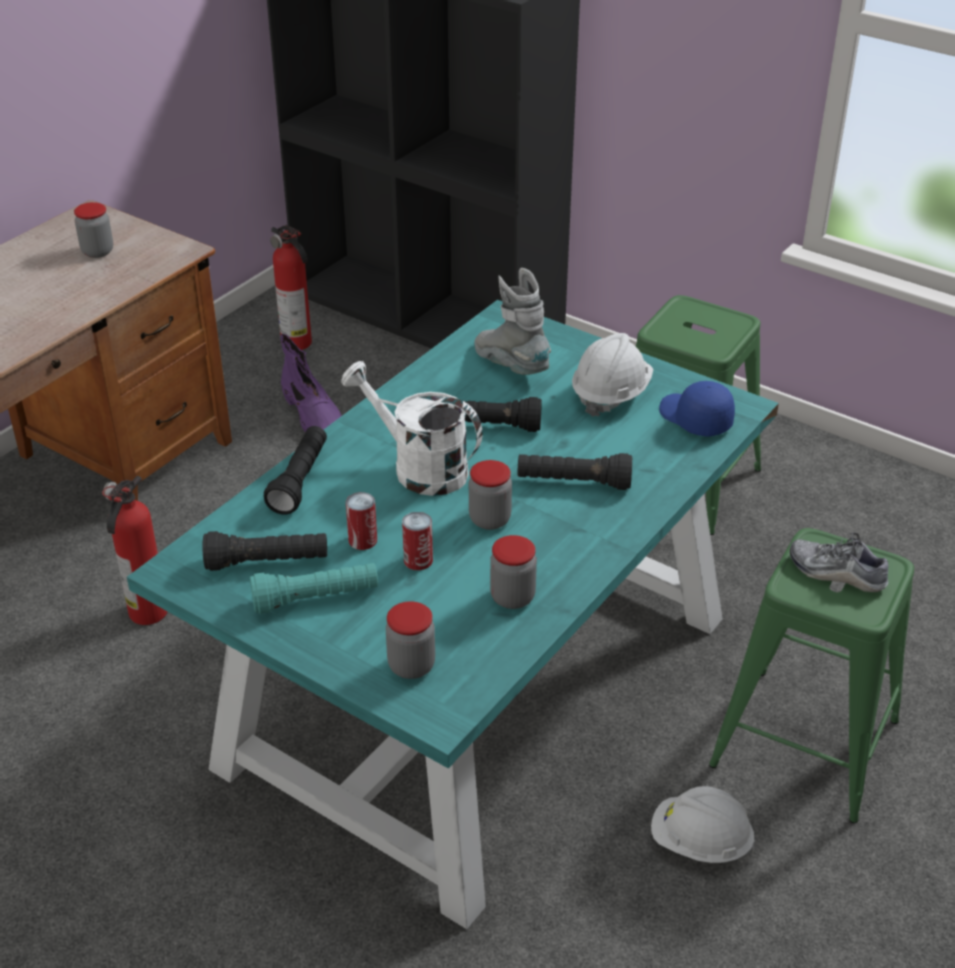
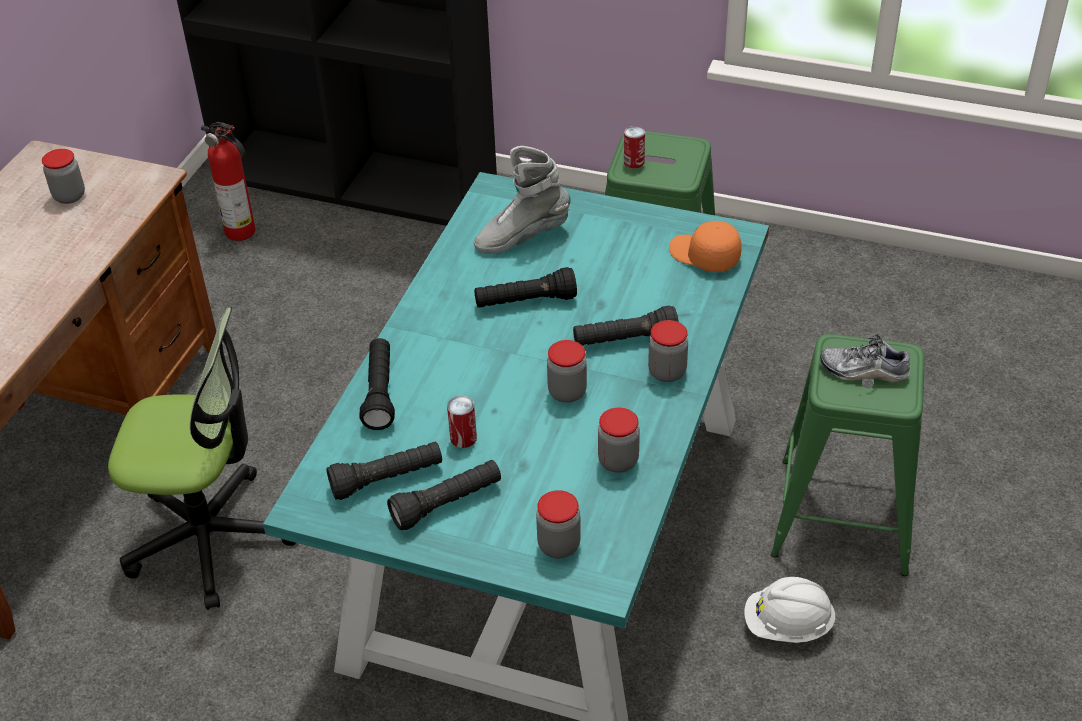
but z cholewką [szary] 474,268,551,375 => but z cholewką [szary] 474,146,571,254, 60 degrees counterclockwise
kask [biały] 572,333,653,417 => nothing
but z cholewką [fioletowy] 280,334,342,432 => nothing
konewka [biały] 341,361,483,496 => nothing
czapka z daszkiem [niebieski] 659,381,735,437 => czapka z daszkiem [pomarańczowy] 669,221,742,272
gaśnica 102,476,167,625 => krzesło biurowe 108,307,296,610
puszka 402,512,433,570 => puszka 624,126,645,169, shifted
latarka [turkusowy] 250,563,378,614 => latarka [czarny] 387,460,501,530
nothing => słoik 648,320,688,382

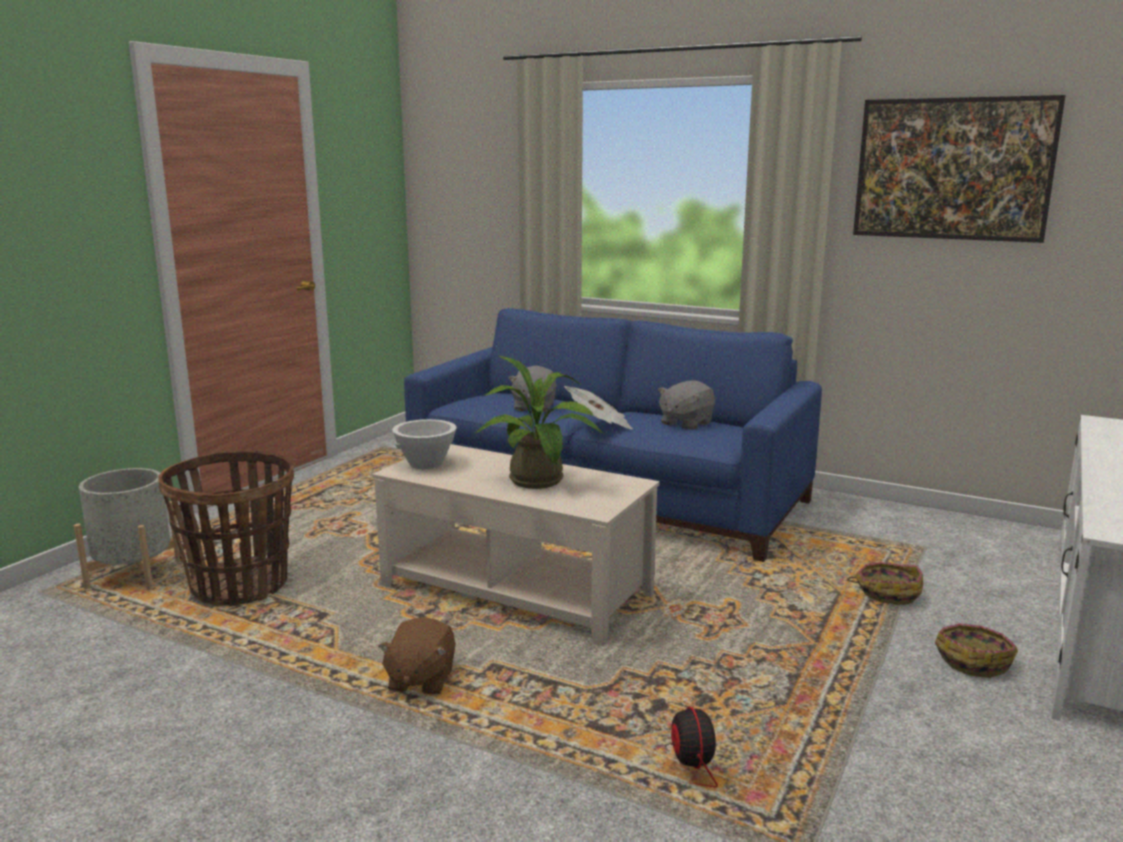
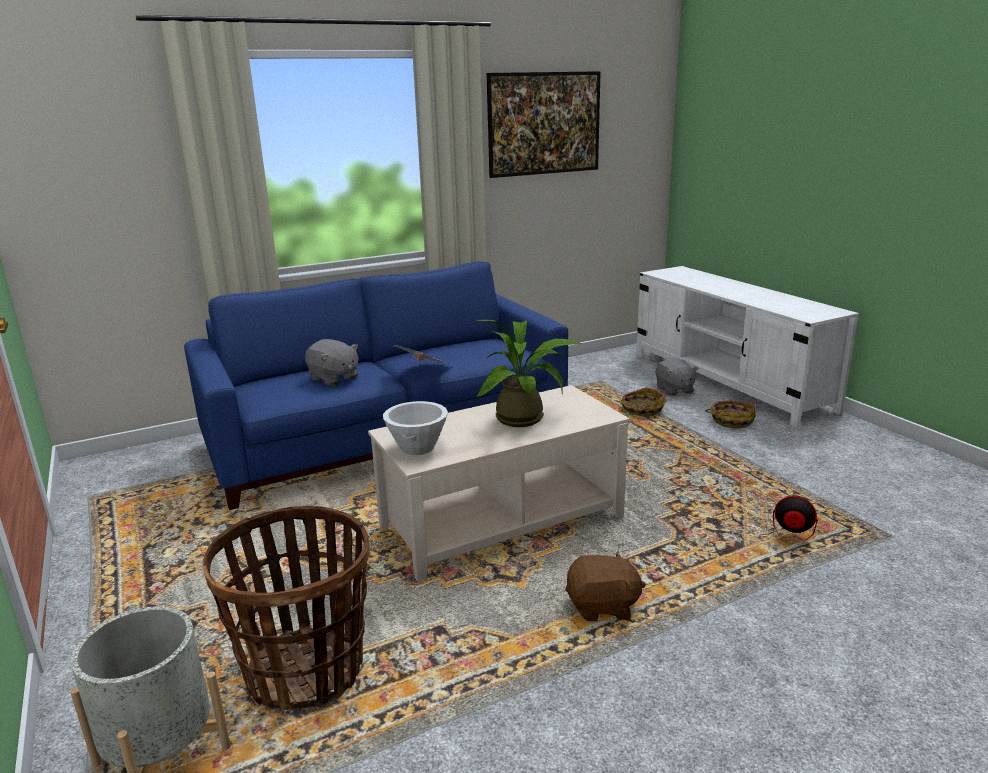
pluszak [szary] 658,380,715,430 => pluszak [szary] 656,358,699,396, shifted
pluszak [brązowy] 378,617,456,695 => pluszak [brązowy] 565,550,646,621, 45 degrees counterclockwise

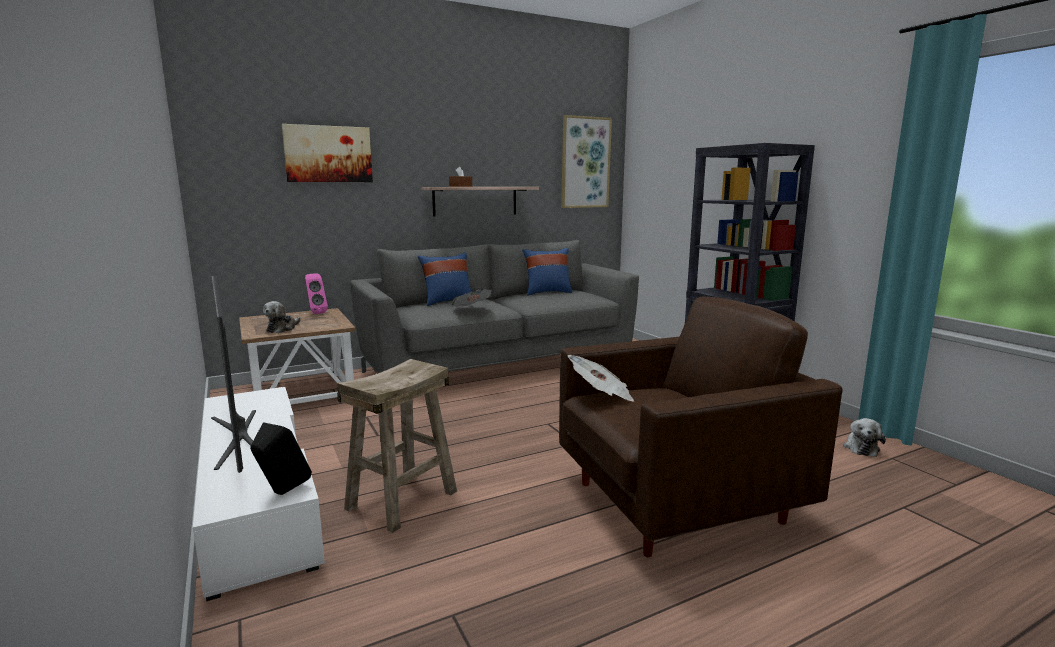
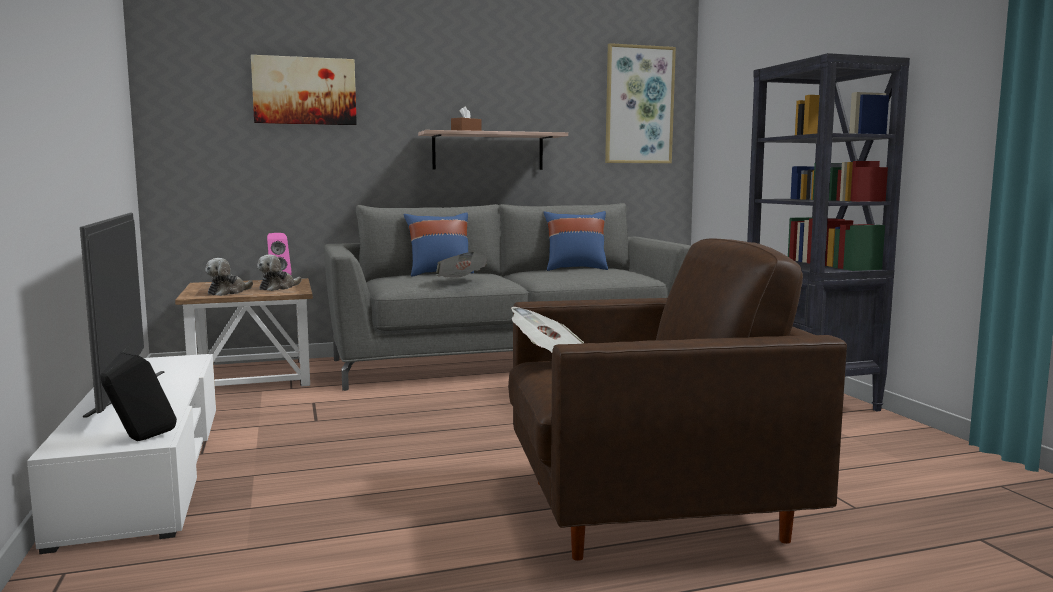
stołek [beżowy] 337,359,457,533 => nothing
pluszak 843,418,886,457 => pluszak 257,254,301,291, shifted

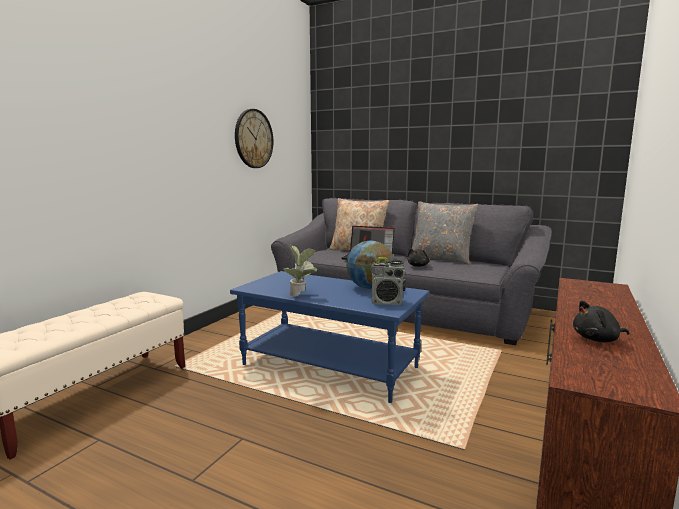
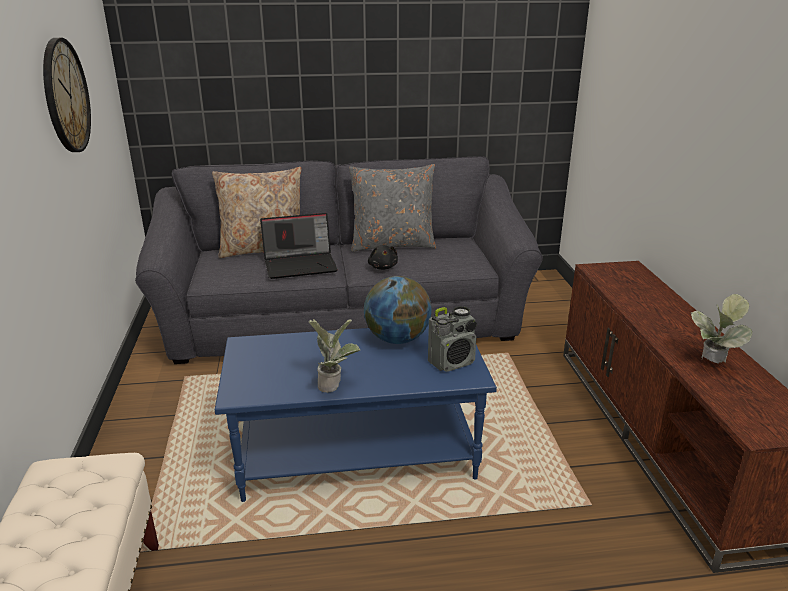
pluszak [czarny] 573,301,629,342 => roślina doniczkowa 691,294,752,364

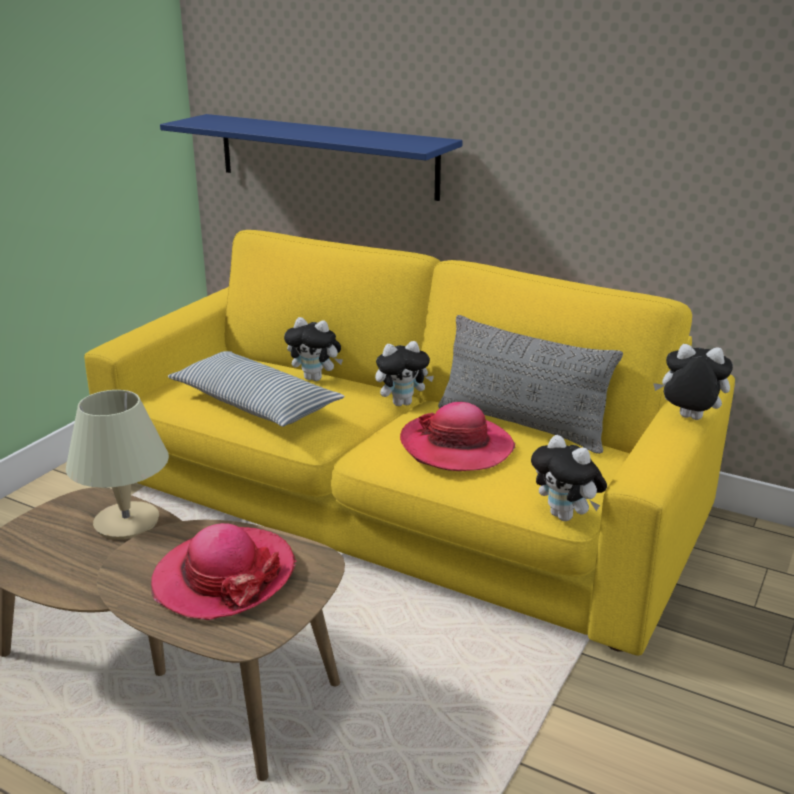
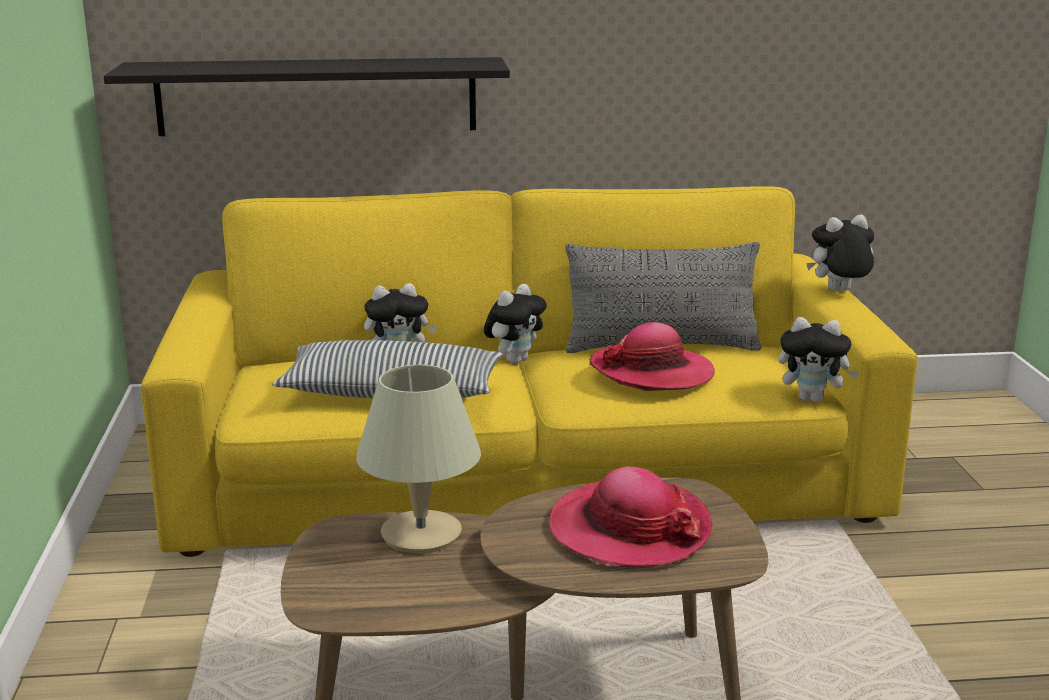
półka [niebieski] 160,114,462,201 => półka [czarny] 104,57,510,136

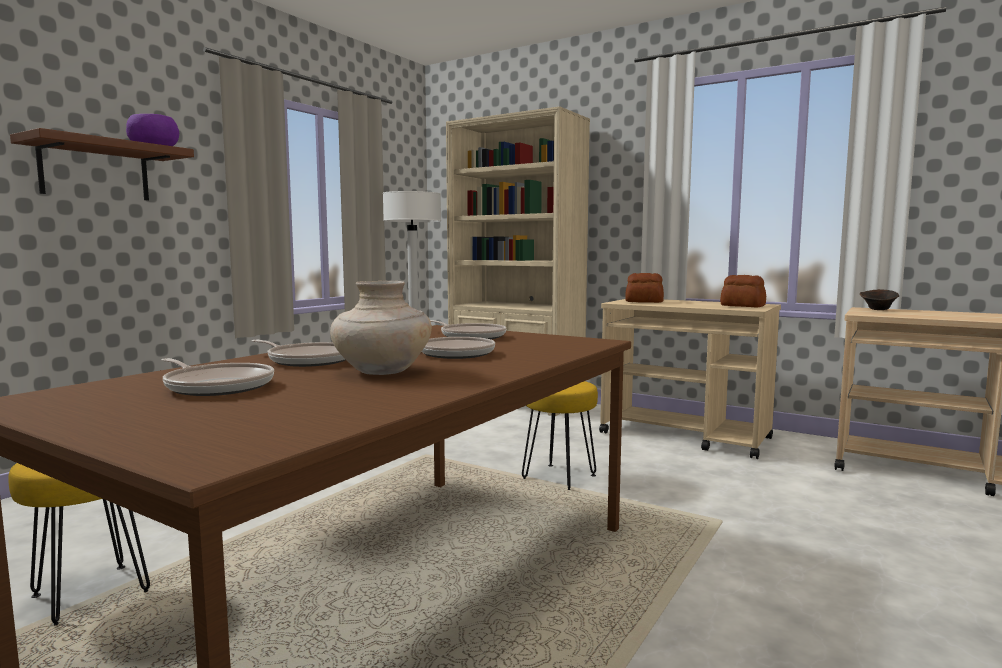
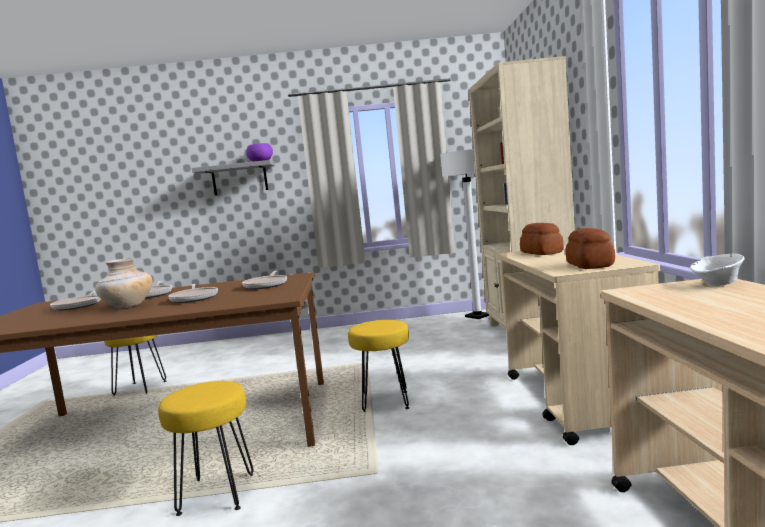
półka [brązowy] 10,128,194,200 => półka [szary] 192,160,275,195
miska [brązowy] 860,289,899,310 => miska [biały] 690,253,745,286
nothing => stołek [żółty] 158,381,254,516

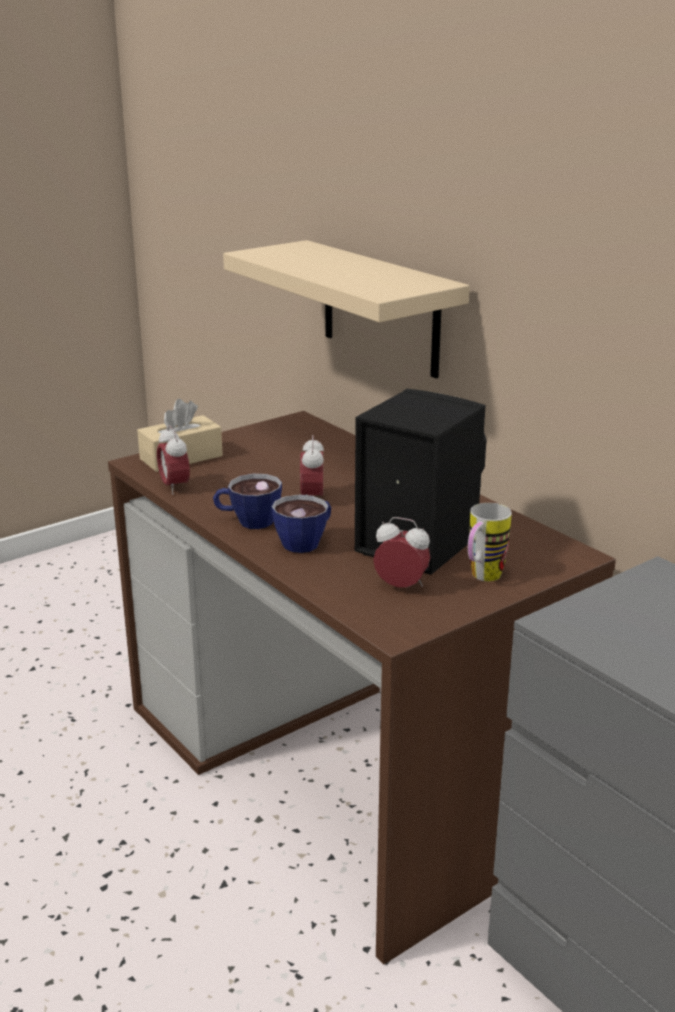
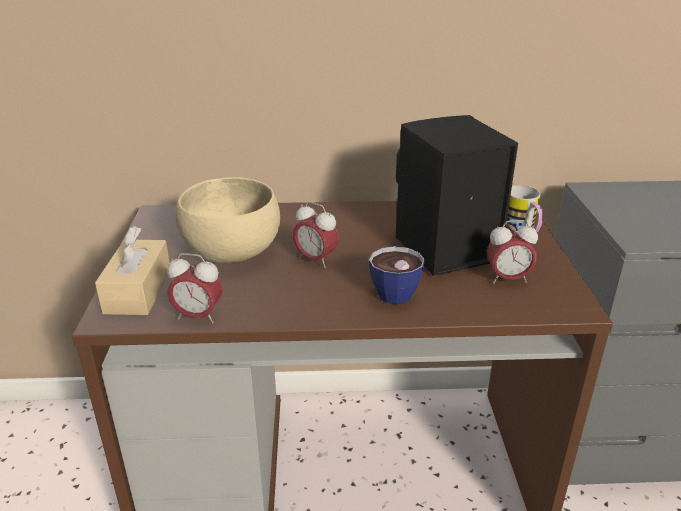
półka [beżowy] 223,240,470,378 => nothing
filiżanka 213,474,282,529 => nothing
budzik 373,517,430,587 => budzik 487,220,538,284, 150 degrees counterclockwise
nothing => miska [beżowy] 175,177,280,263

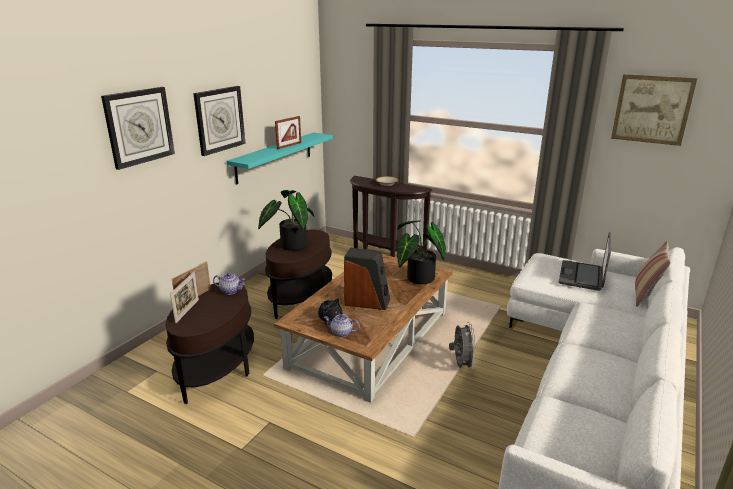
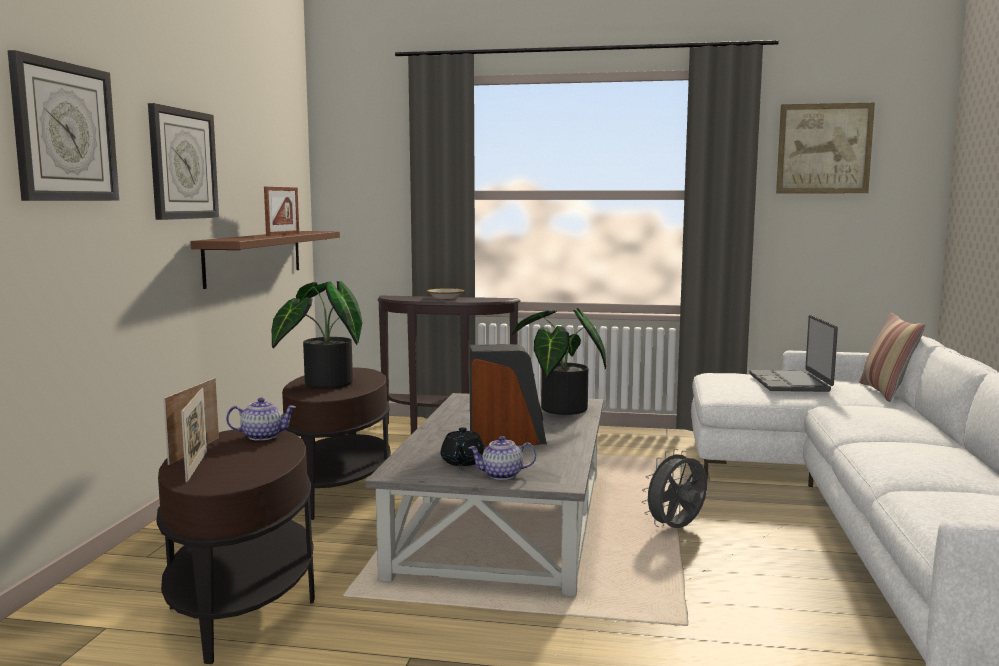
półka [turkusowy] 227,133,333,184 => półka [brązowy] 191,231,340,289
ława [brązowy] 274,254,453,403 => ława [szary] 366,393,604,596
wentylator [szary] 449,322,476,370 => wentylator [szary] 642,449,707,528, 105 degrees counterclockwise

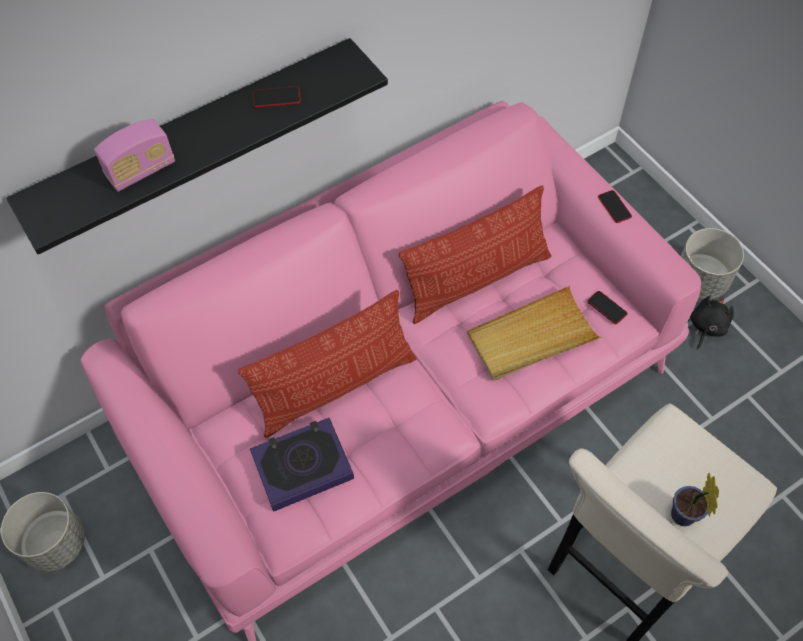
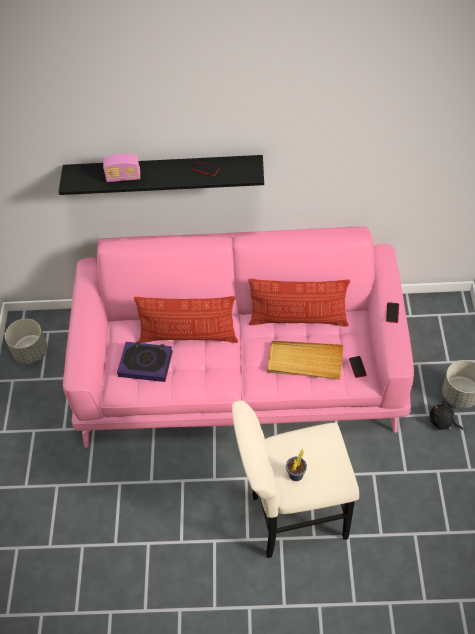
pluszak [czarny] 691,296,734,349 => pluszak [czarny] 430,401,463,430, 120 degrees counterclockwise

